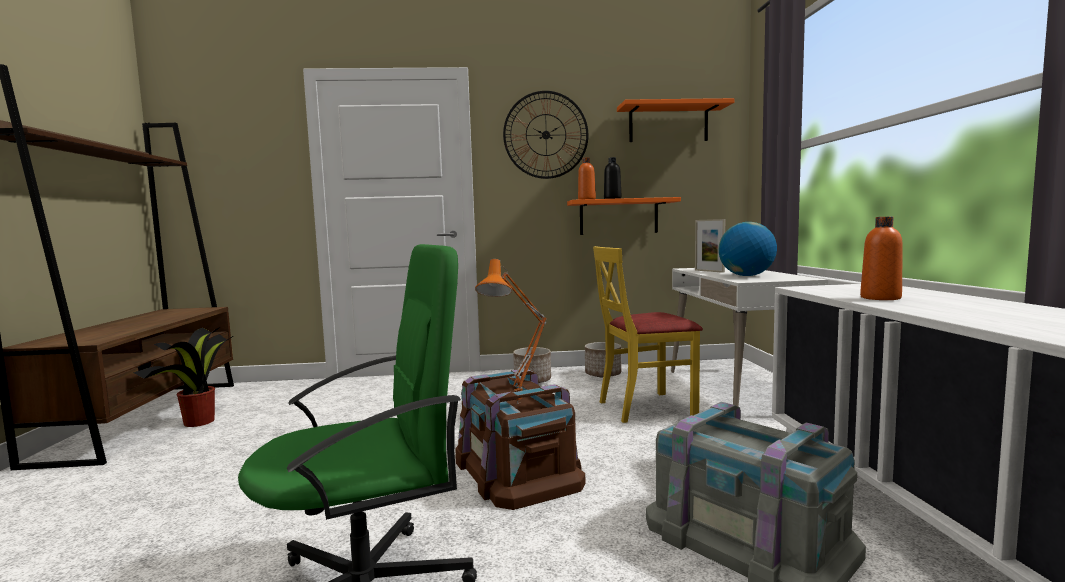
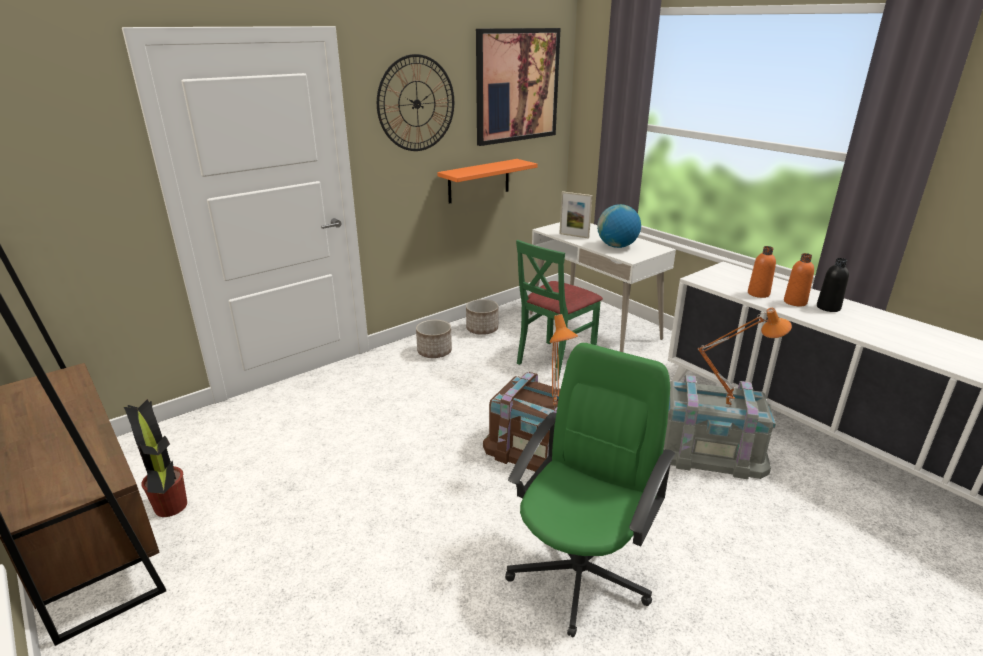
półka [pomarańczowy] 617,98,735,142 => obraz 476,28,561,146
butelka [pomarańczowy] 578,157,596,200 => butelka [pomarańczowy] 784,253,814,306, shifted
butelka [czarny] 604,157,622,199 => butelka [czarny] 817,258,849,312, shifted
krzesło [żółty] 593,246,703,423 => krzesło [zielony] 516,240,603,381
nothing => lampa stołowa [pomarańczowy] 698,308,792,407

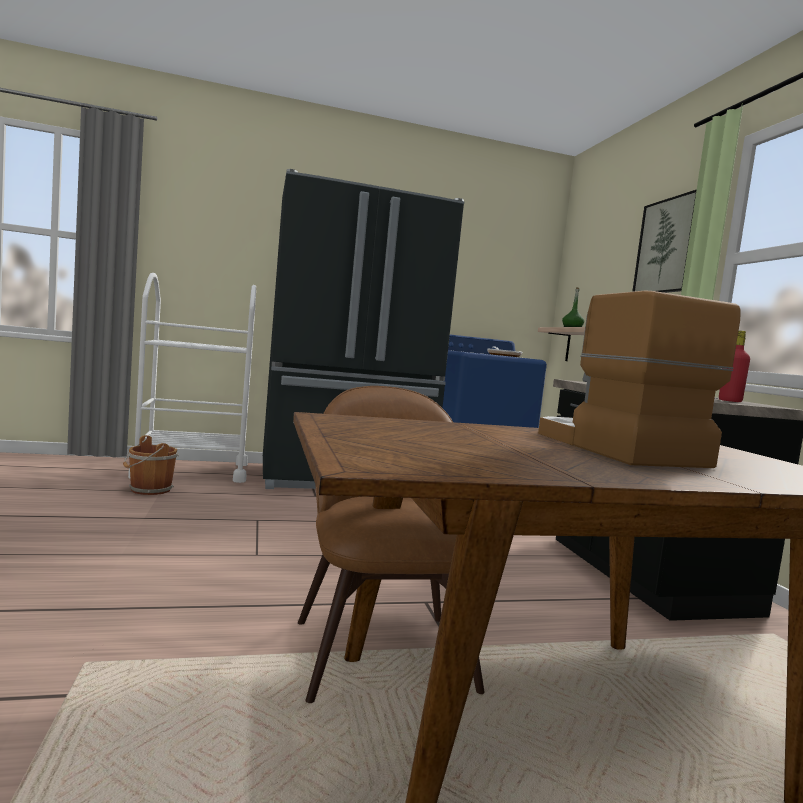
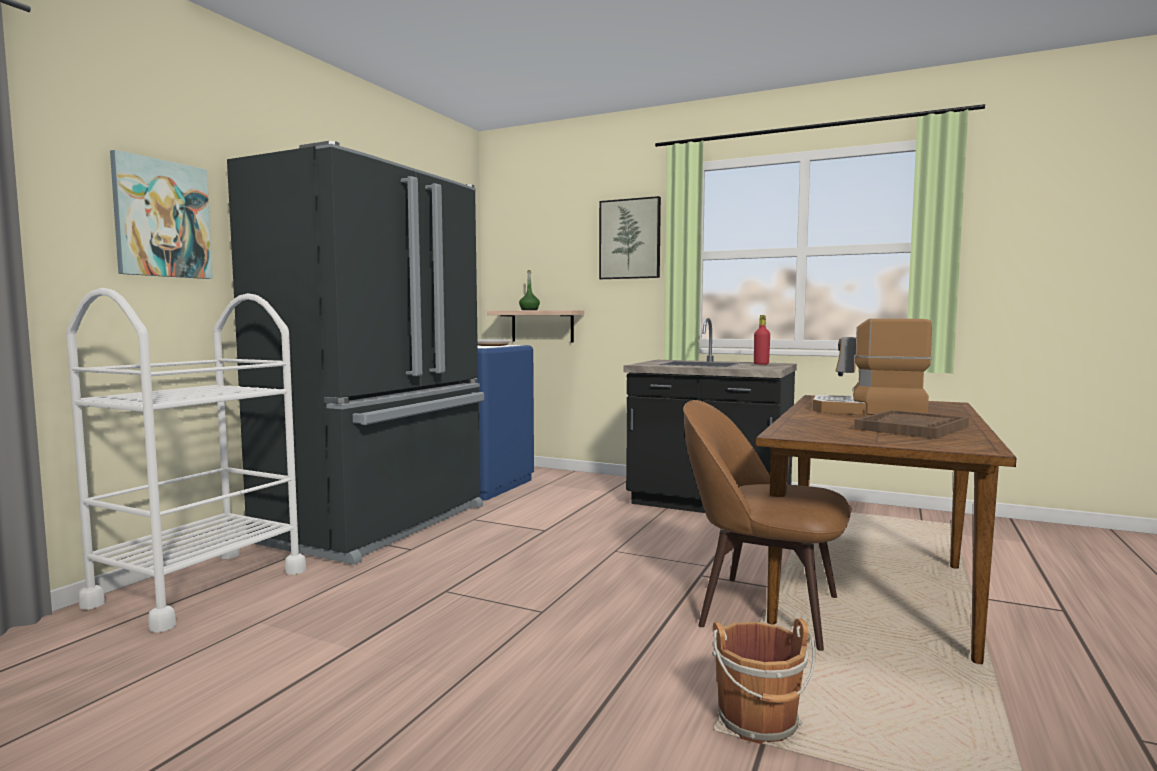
wiadro [brązowy] 123,435,179,495 => wiadro [brązowy] 712,619,815,744, shifted
nothing => obraz 110,150,213,279
nothing => taca [brązowy] 854,410,969,439

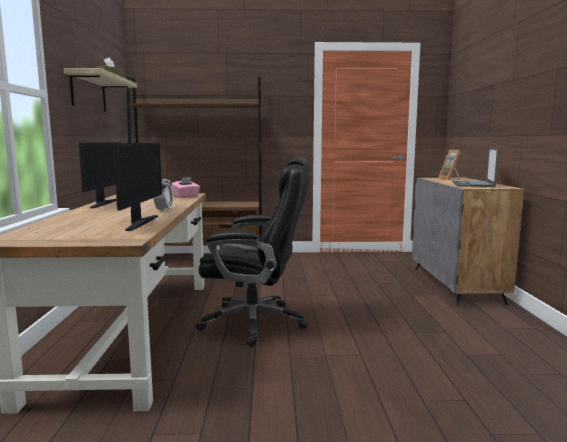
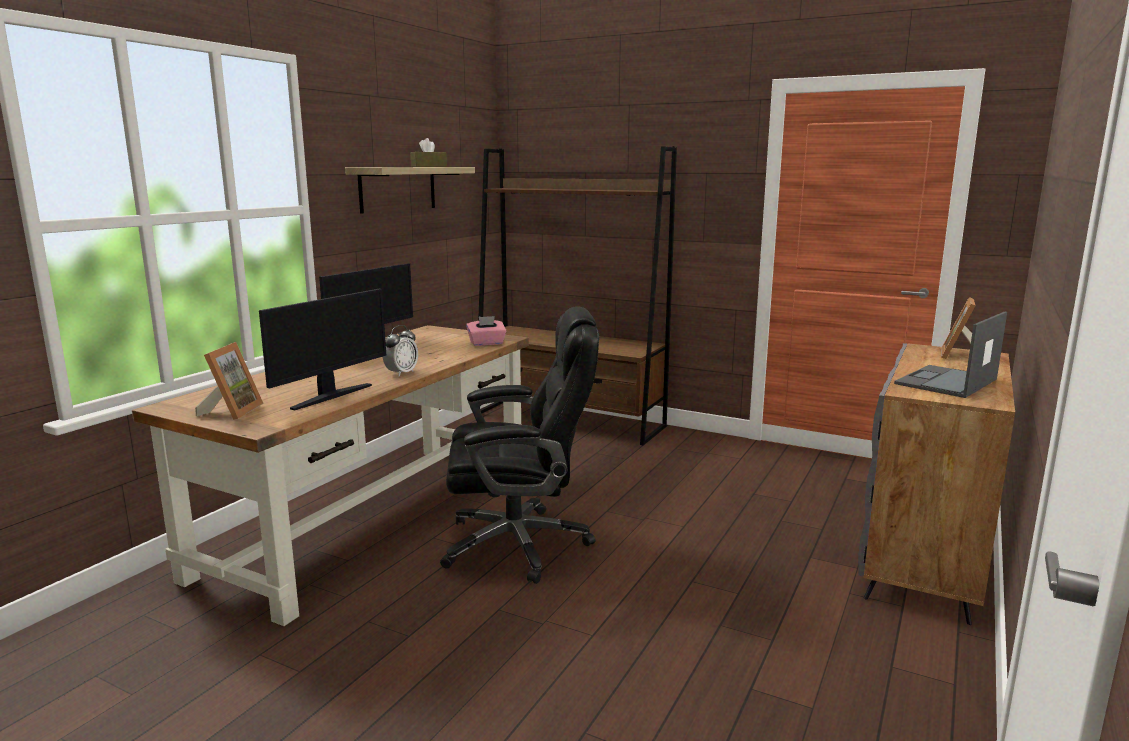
krzesło biurowe [czarny] 196,157,310,347 => krzesło biurowe [czarny] 440,306,599,584, 45 degrees counterclockwise
nothing => ramka na zdjęcie 195,342,264,420

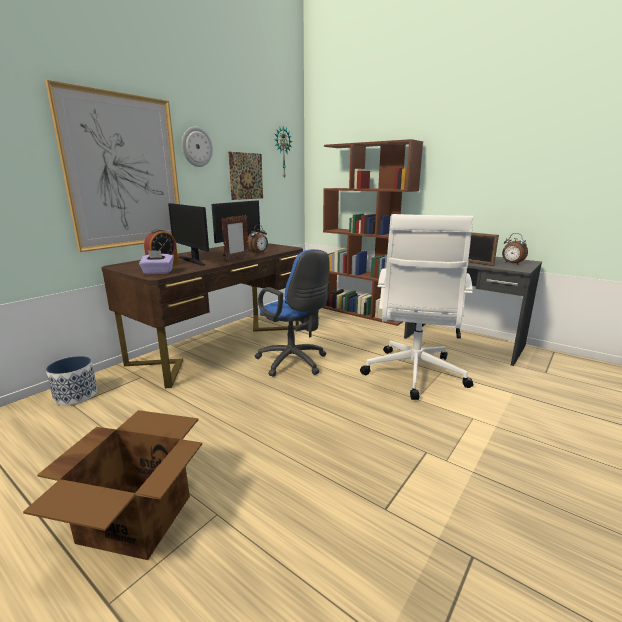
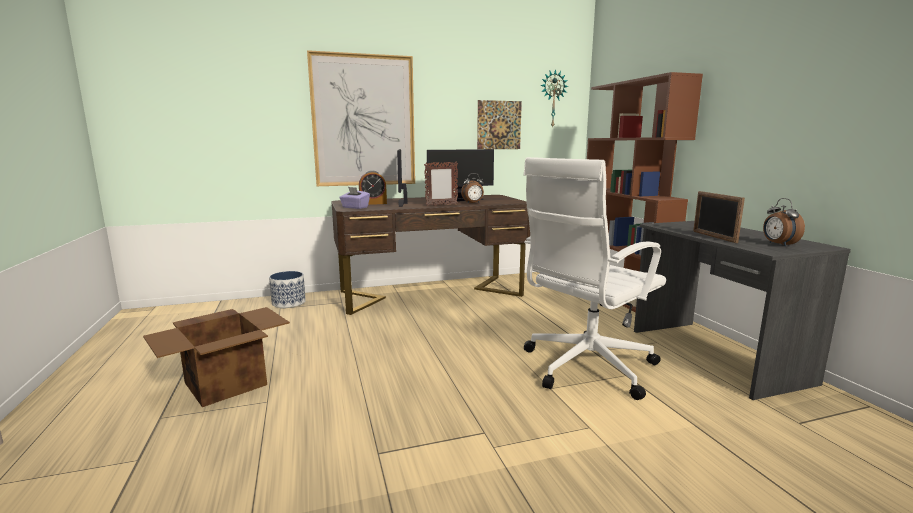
zegar ścienny 182,127,213,167 => nothing
krzesło biurowe [niebieski] 255,249,330,377 => nothing

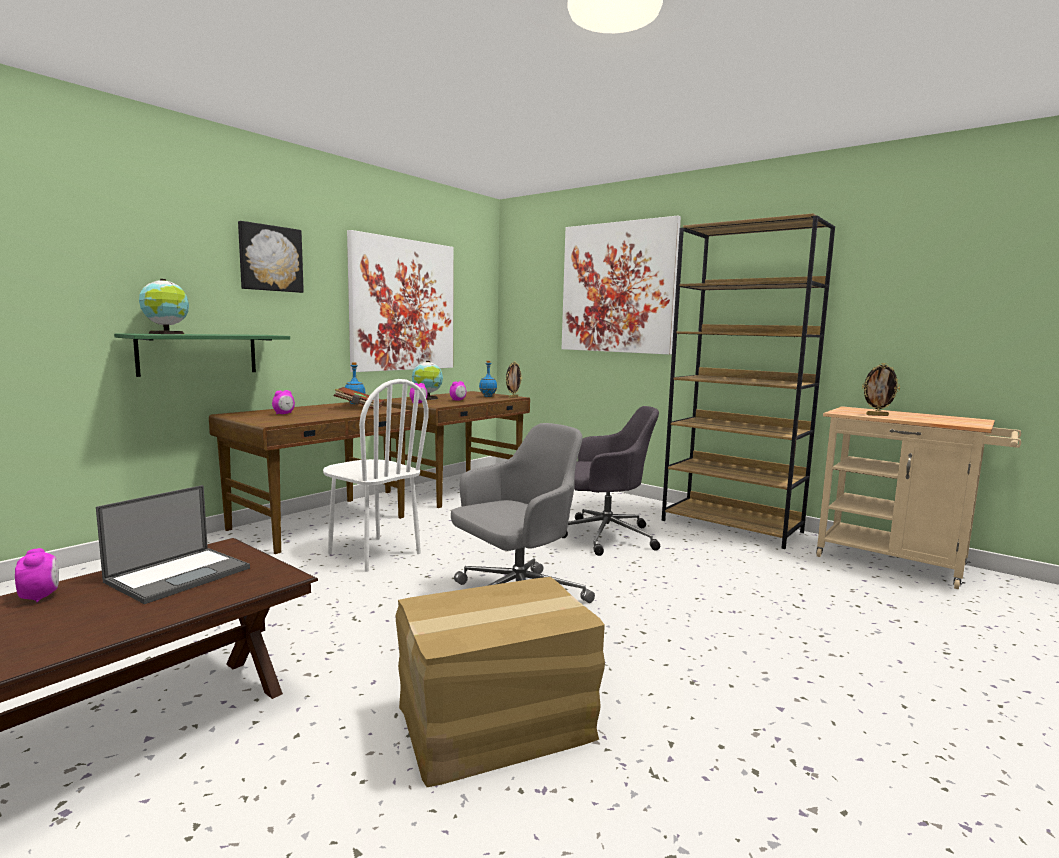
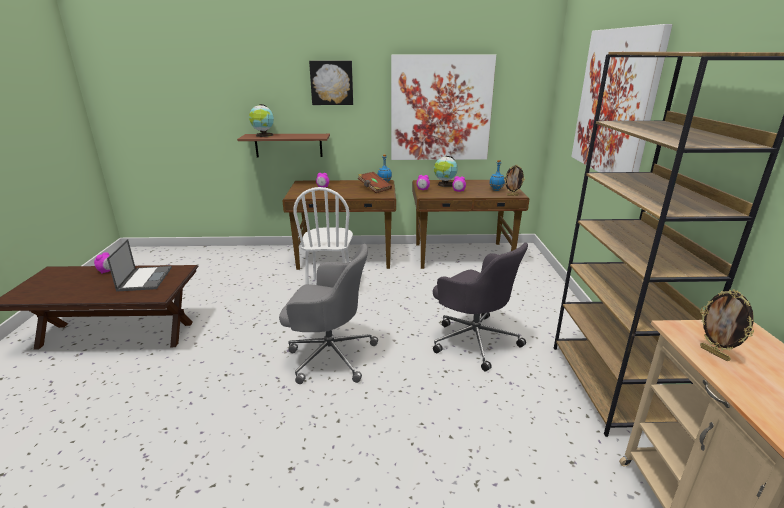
półka [zielony] 114,333,290,377 => półka [brązowy] 237,134,330,157
laptop 96,485,250,604 => laptop 107,239,172,292, 90 degrees counterclockwise
karton 396,577,605,787 => nothing

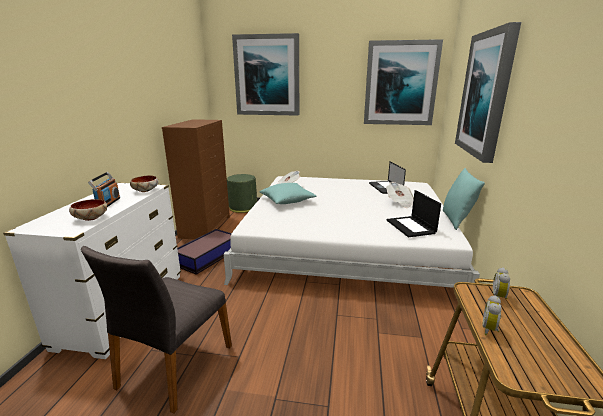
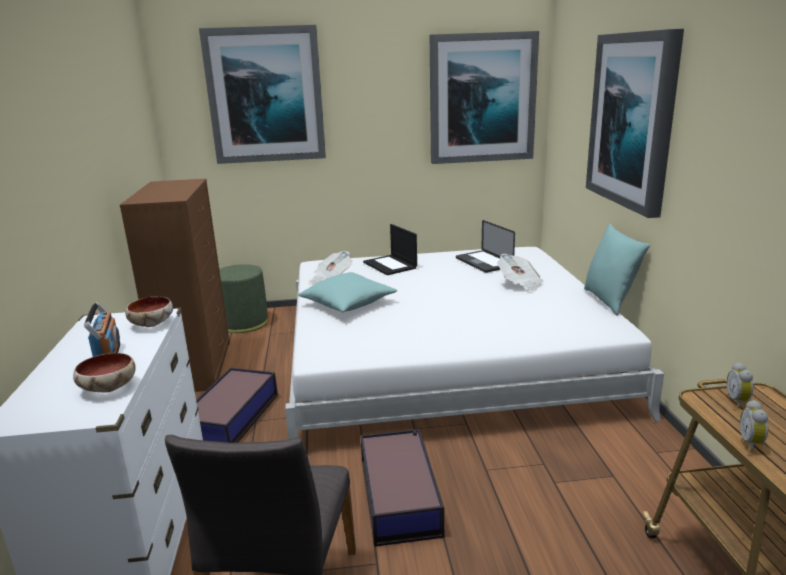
laptop 387,190,441,237 => laptop 363,224,417,275, shifted
nothing => pojemnik do przechowywania 360,429,444,547

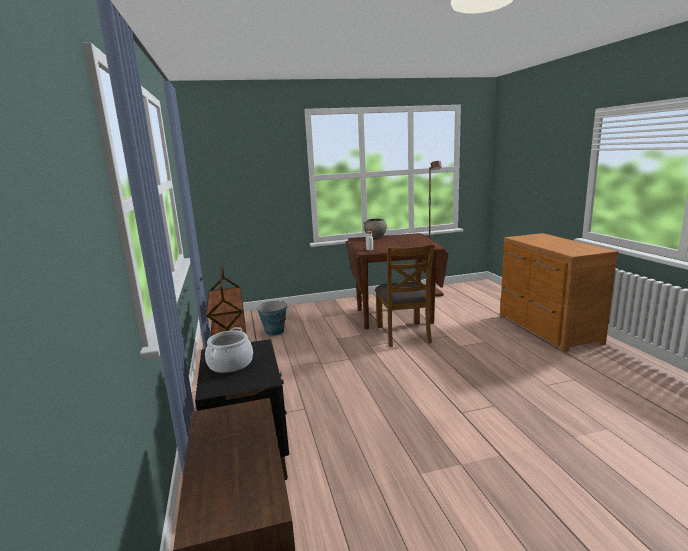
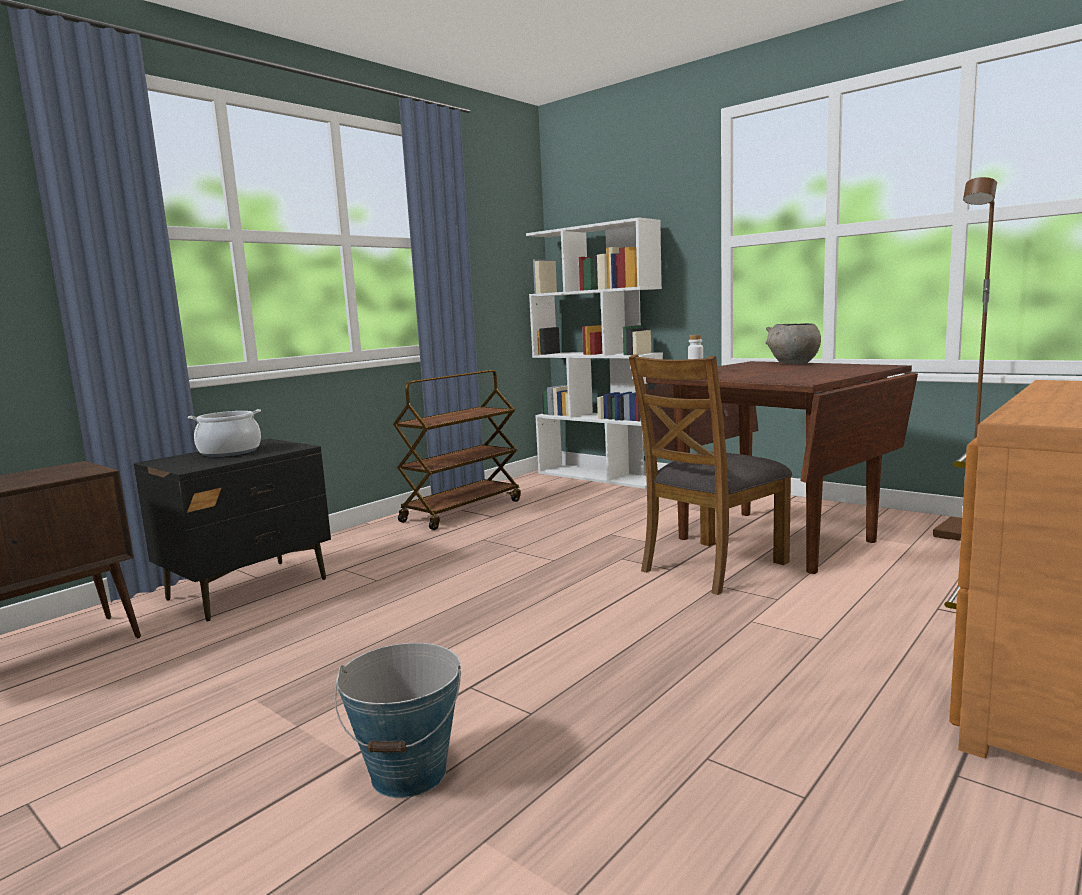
wiadro 257,301,289,336 => wiadro 334,643,461,798, shifted
nothing => regał [biały] 526,217,663,489

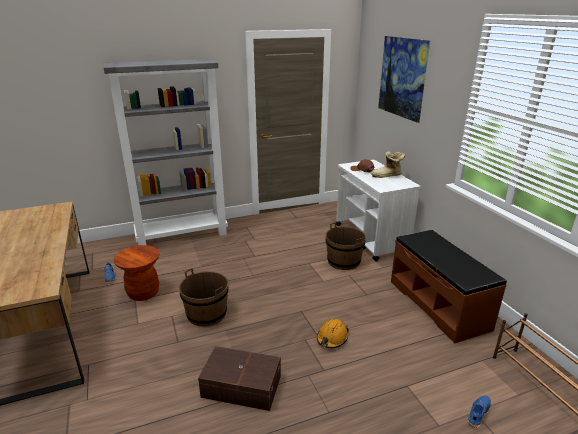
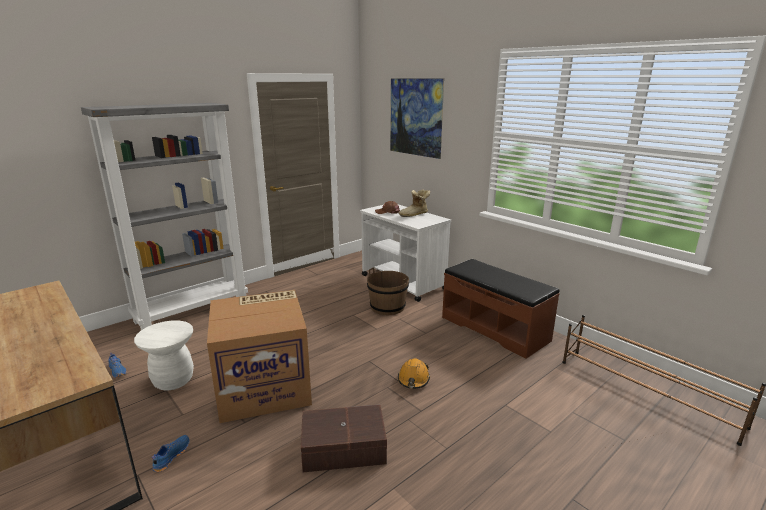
stołek [brązowy] 114,245,160,301 => stołek [biały] 134,320,194,390
wiadro [brązowy] 179,268,229,327 => karton 207,290,312,423
but [niebieski] 467,396,491,428 => but [niebieski] 151,435,190,472, shifted

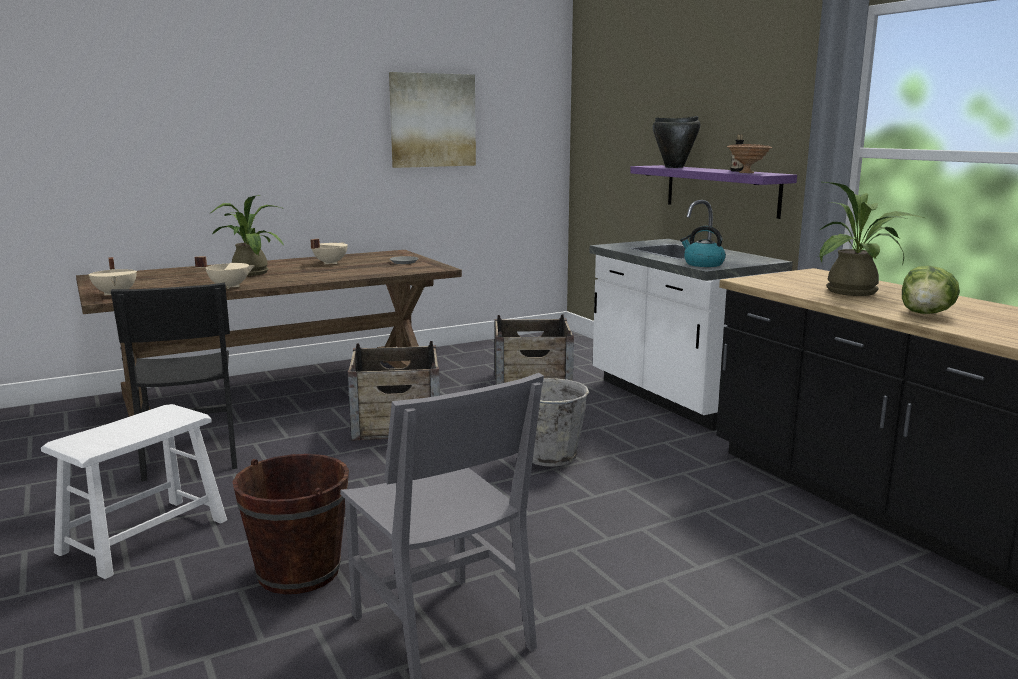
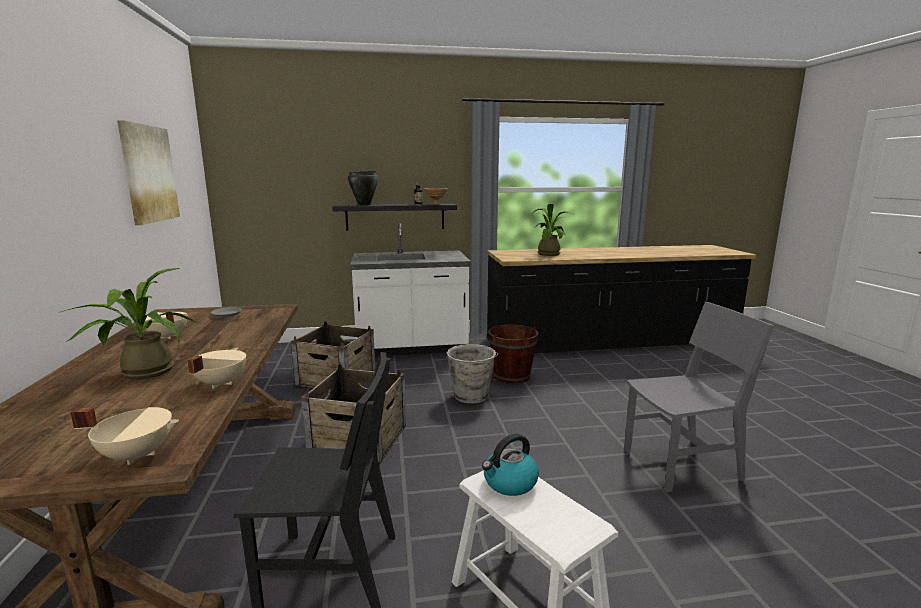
półka [fioletowy] 630,165,797,219 => półka [czarny] 332,203,457,231
czajnik 680,226,726,267 => czajnik 482,433,539,496, shifted
sałata 902,266,960,314 => nothing
wiadro [brązowy] 232,454,349,594 => wiadro [brązowy] 488,325,538,384, shifted

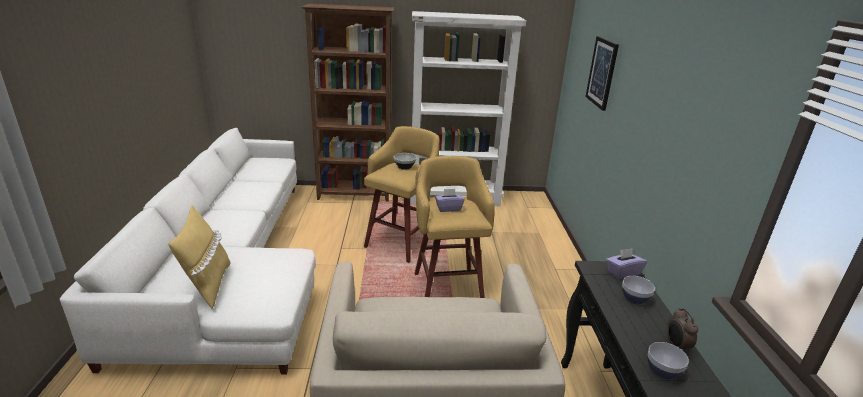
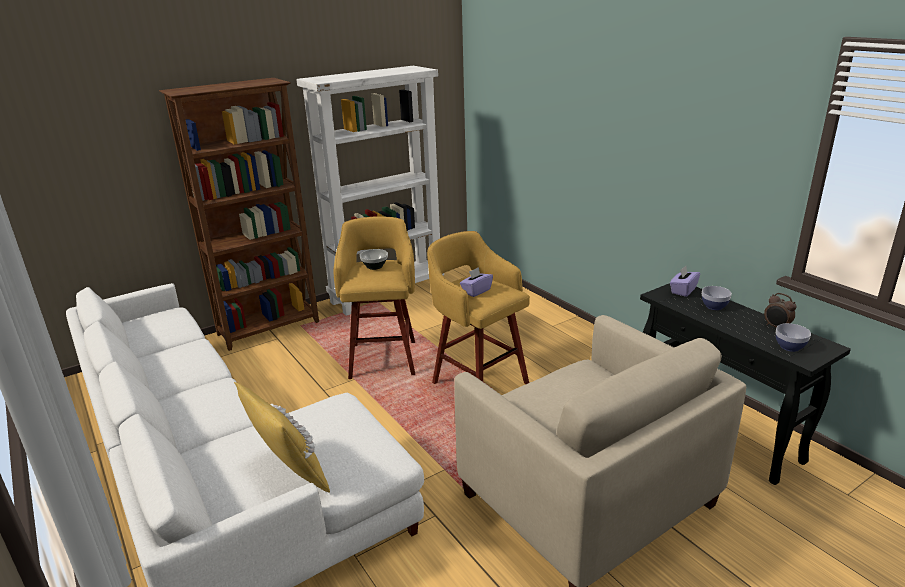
obraz 585,36,619,111 => nothing

